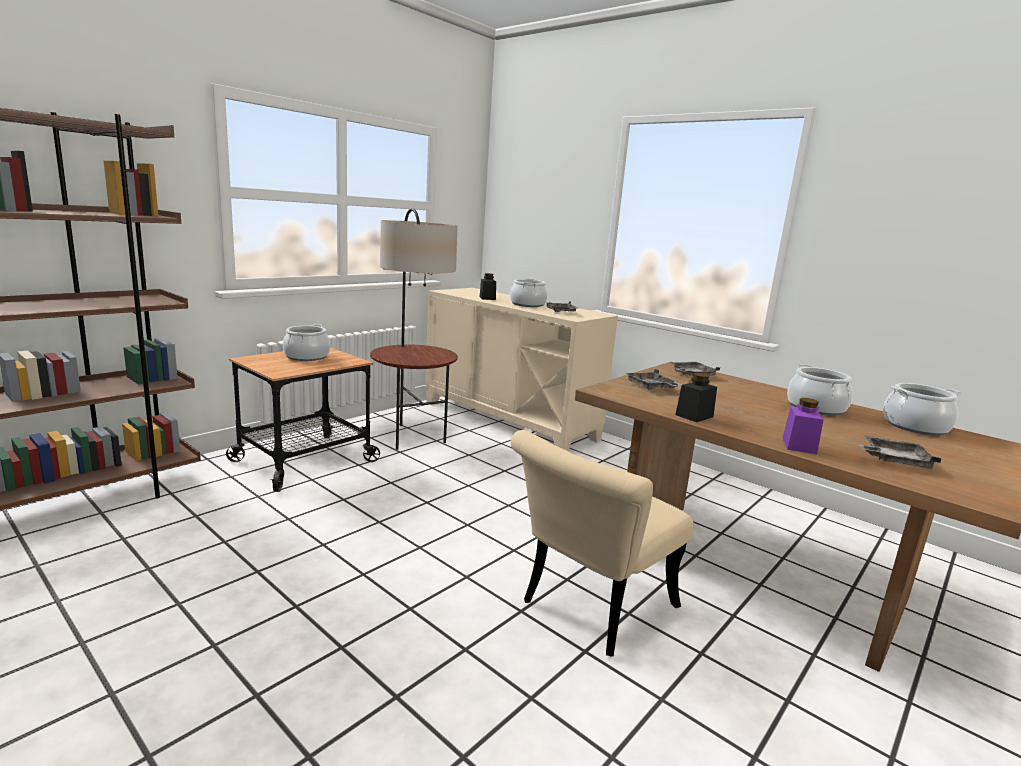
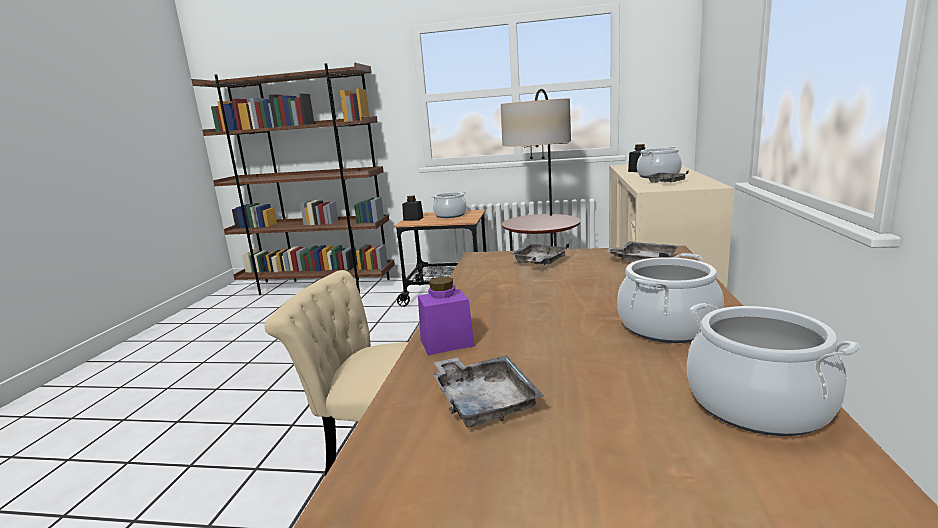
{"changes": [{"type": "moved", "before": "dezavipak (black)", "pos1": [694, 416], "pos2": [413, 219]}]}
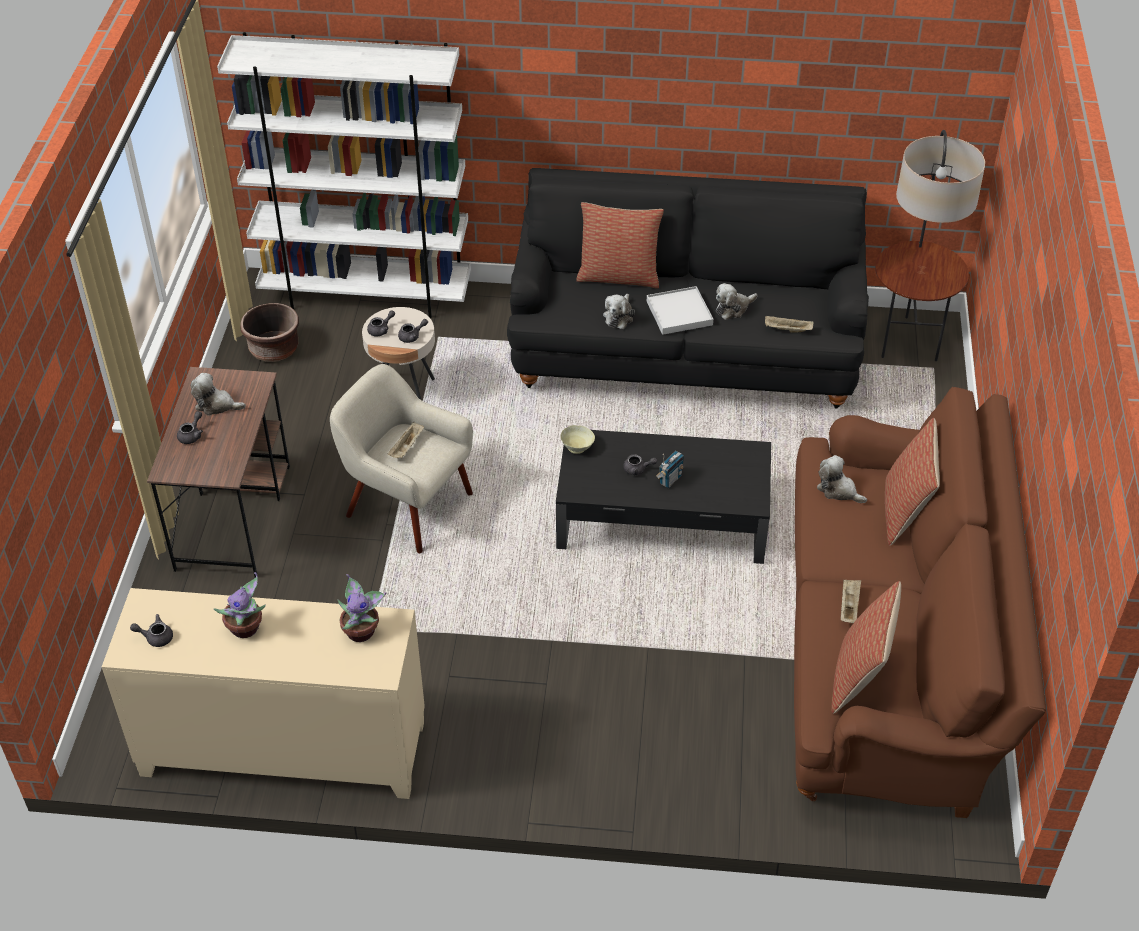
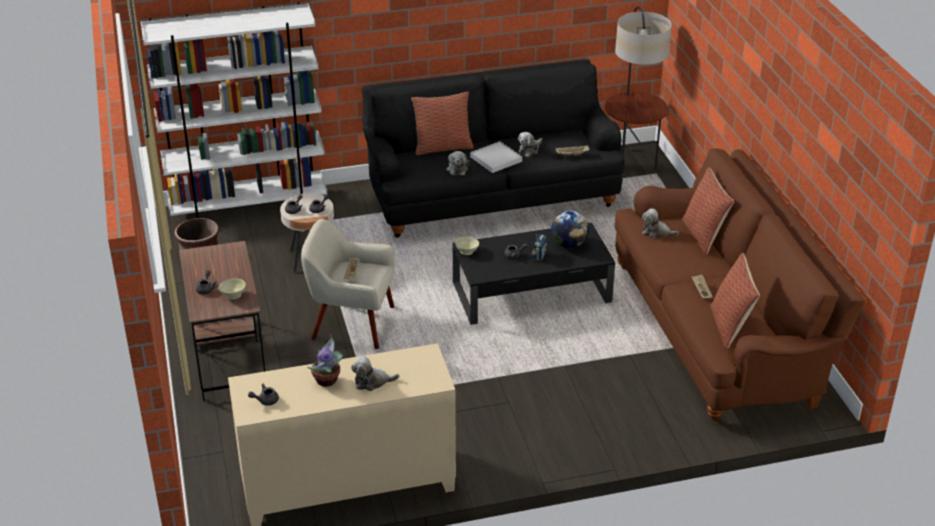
{"changes": [{"type": "moved", "before": "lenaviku", "pos1": [216, 405], "pos2": [372, 382]}, {"type": "removed", "before": "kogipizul", "pos1": [362, 631]}, {"type": "added", "after": "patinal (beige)", "pos2": [233, 295]}, {"type": "added", "after": "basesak", "pos2": [569, 245]}]}
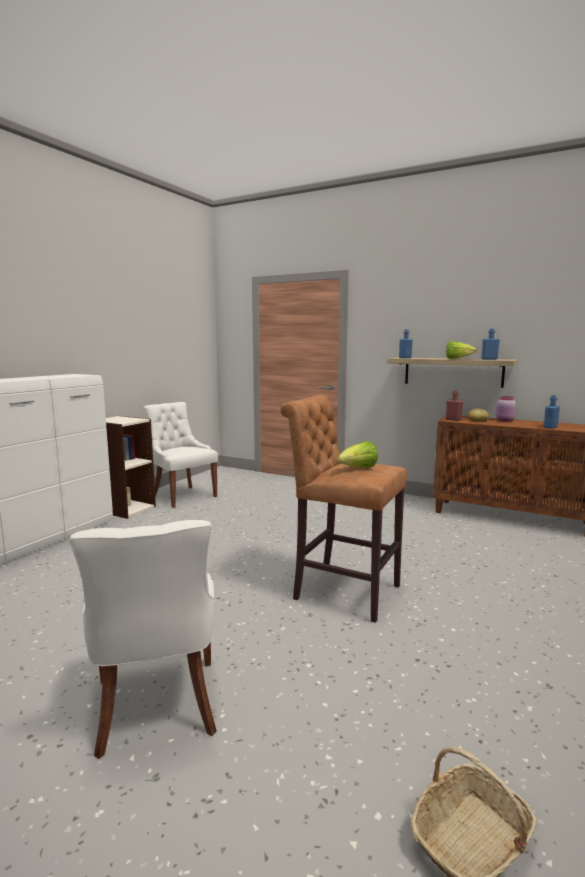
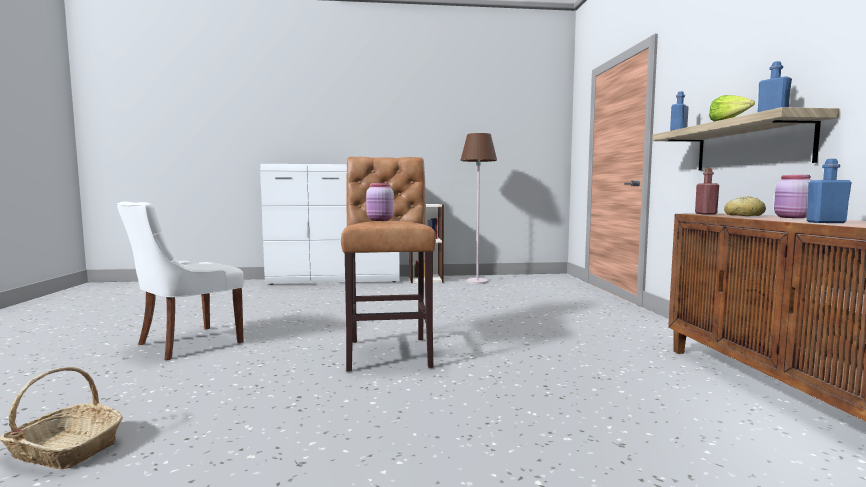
{"changes": [{"type": "replaced", "before": "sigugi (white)", "after": "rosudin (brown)", "pos1": [182, 496], "pos2": [477, 282]}, {"type": "replaced", "before": "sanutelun", "after": "dezavipak (pink)", "pos1": [358, 469], "pos2": [380, 220]}]}
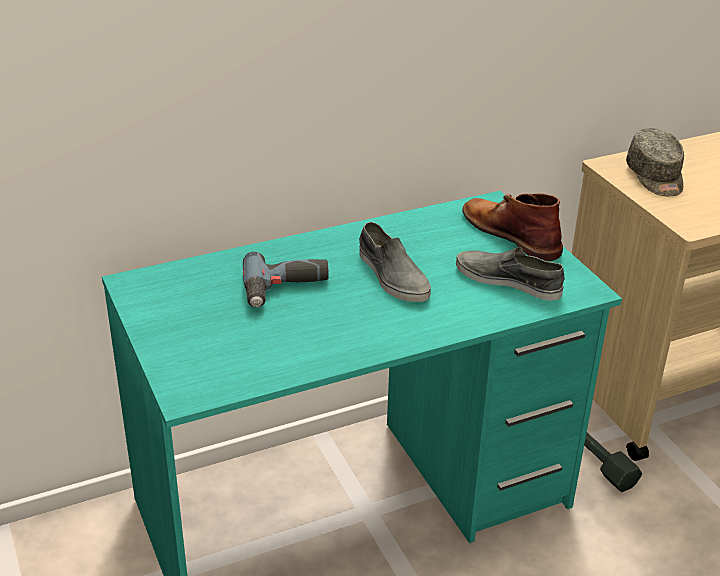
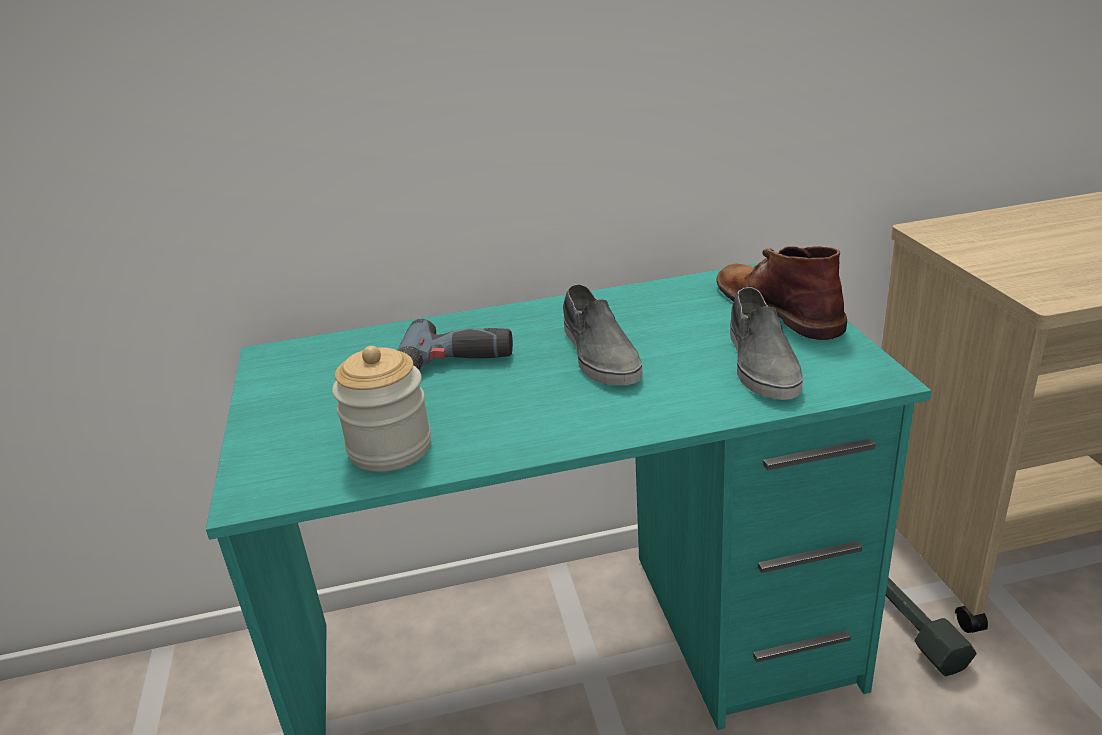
{"changes": [{"type": "turned", "before": "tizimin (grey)", "pos1": [508, 280], "pos2": [760, 363], "turn": -135}, {"type": "removed", "before": "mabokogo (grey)", "pos1": [655, 177]}, {"type": "added", "after": "dezavipak", "pos2": [390, 448]}]}
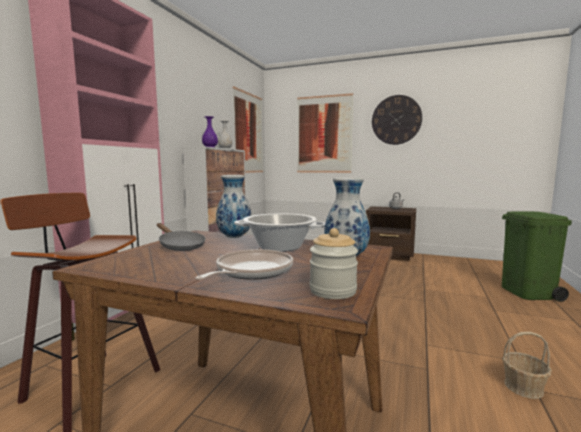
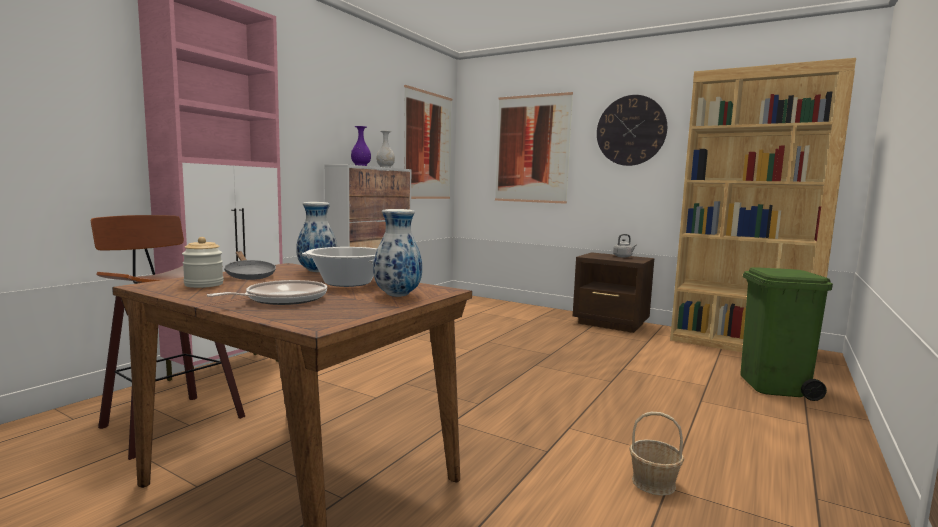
{"changes": [{"type": "moved", "before": "dezavipak", "pos1": [333, 291], "pos2": [204, 284]}, {"type": "added", "after": "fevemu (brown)", "pos2": [740, 345]}]}
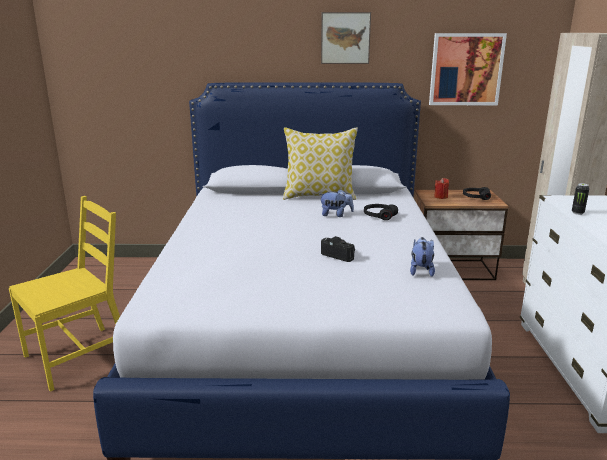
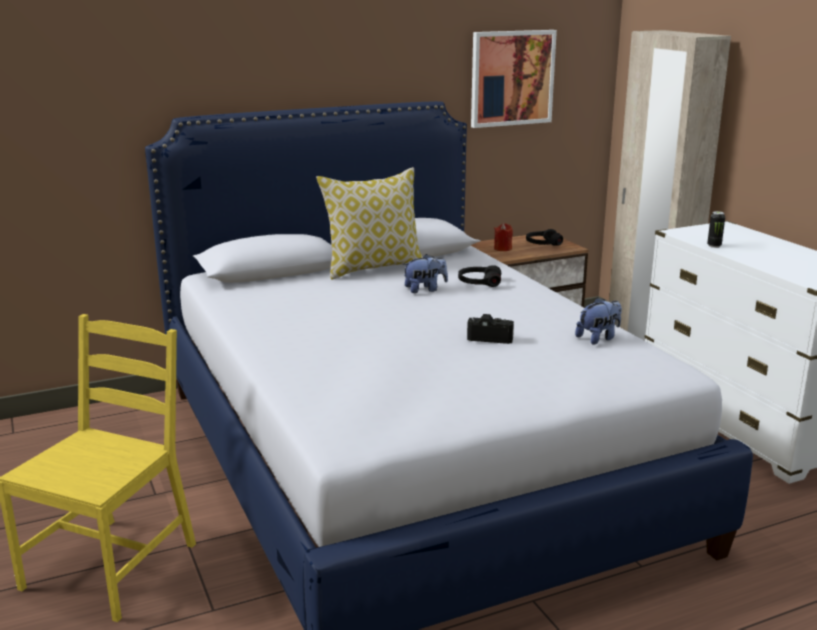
{"changes": [{"type": "removed", "before": "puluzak", "pos1": [345, 38]}, {"type": "turned", "before": "lenaviku", "pos1": [421, 270], "pos2": [598, 338], "turn": 75}]}
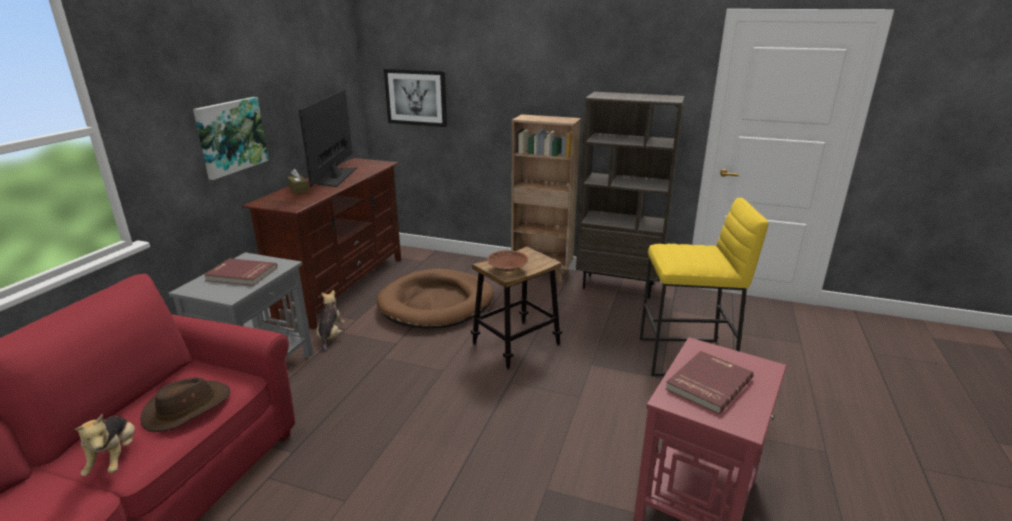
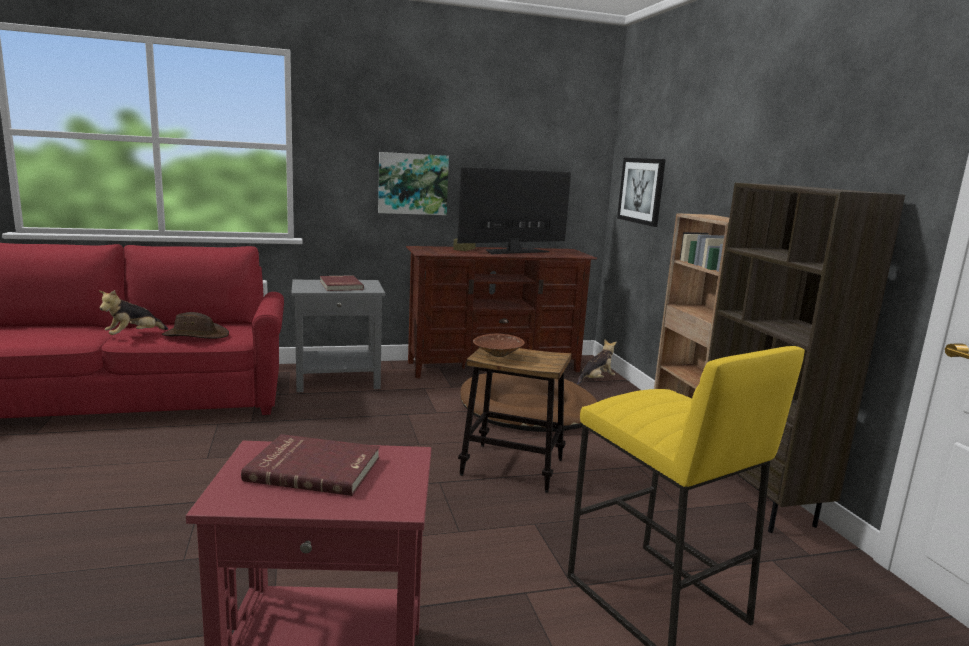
{"changes": [{"type": "moved", "before": "lenaviku", "pos1": [331, 336], "pos2": [596, 380]}]}
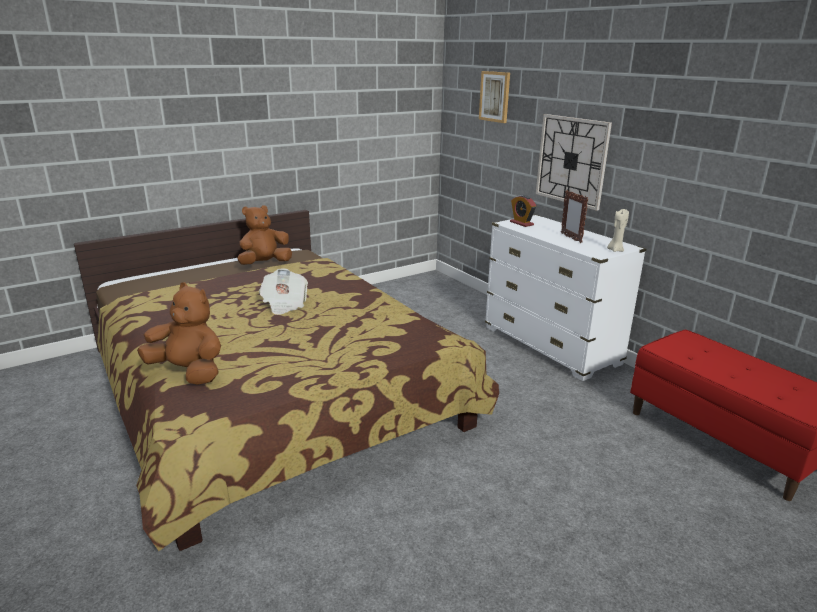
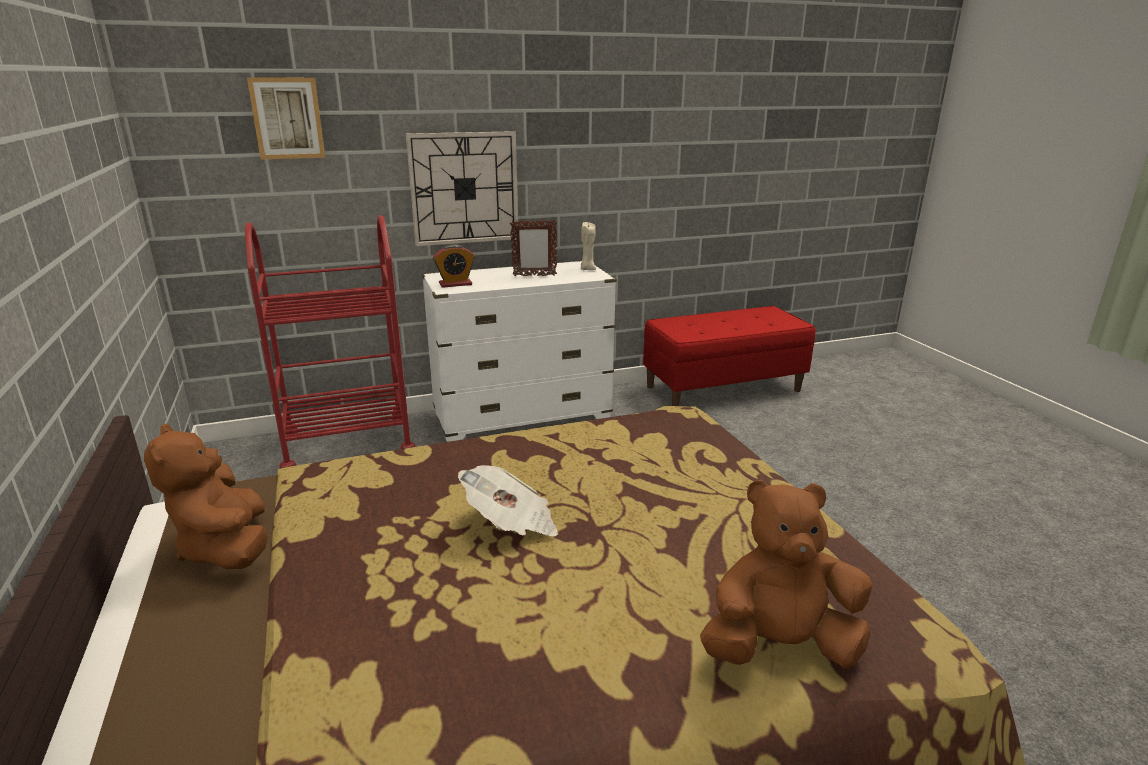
{"changes": [{"type": "turned", "before": "lenaviku (brown)", "pos1": [189, 372], "pos2": [779, 646], "turn": 45}, {"type": "added", "after": "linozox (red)", "pos2": [348, 446]}]}
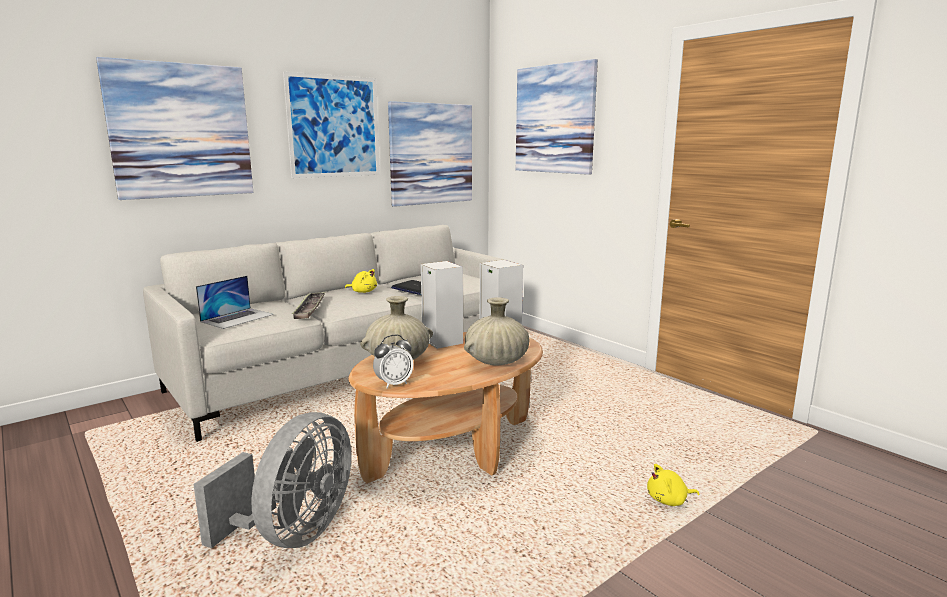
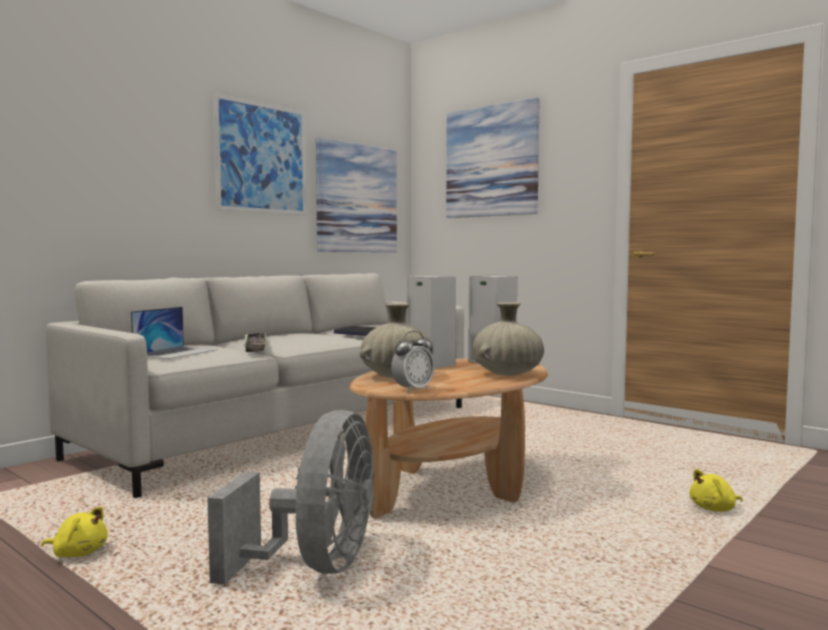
{"changes": [{"type": "removed", "before": "puluzak", "pos1": [181, 131]}, {"type": "moved", "before": "lenaviku (yellow)", "pos1": [363, 291], "pos2": [78, 553]}]}
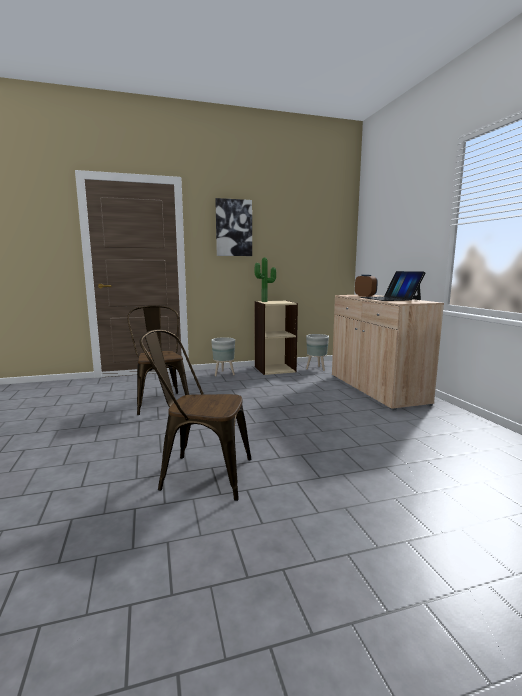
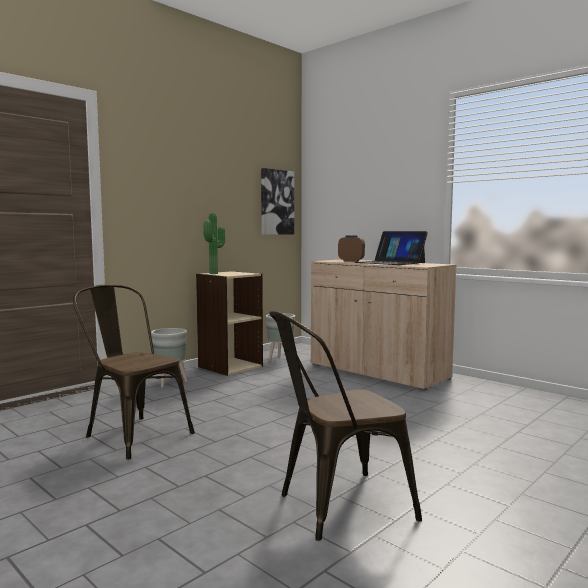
{"changes": [{"type": "moved", "before": "puluzak", "pos1": [233, 228], "pos2": [276, 202]}]}
